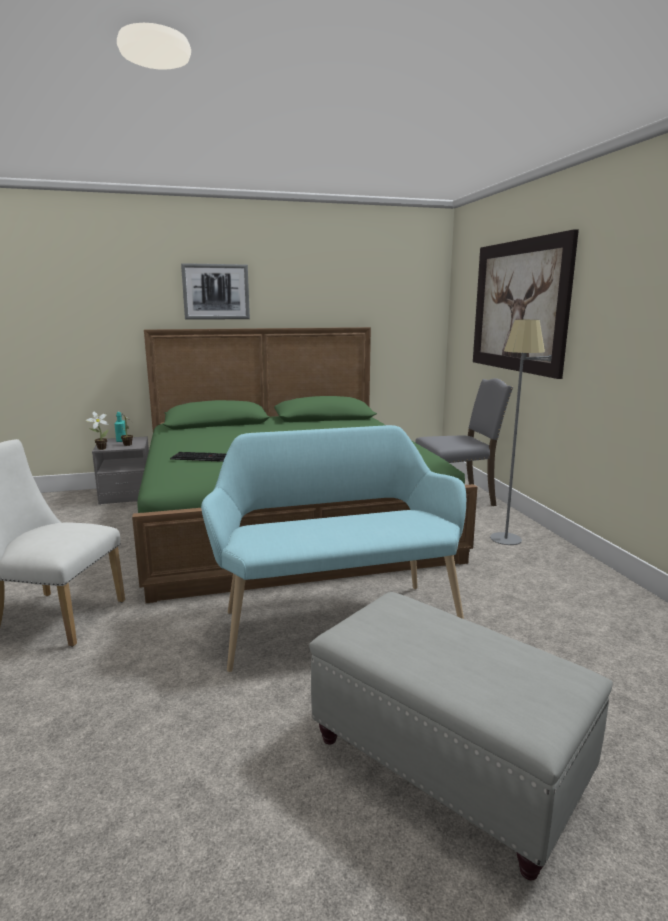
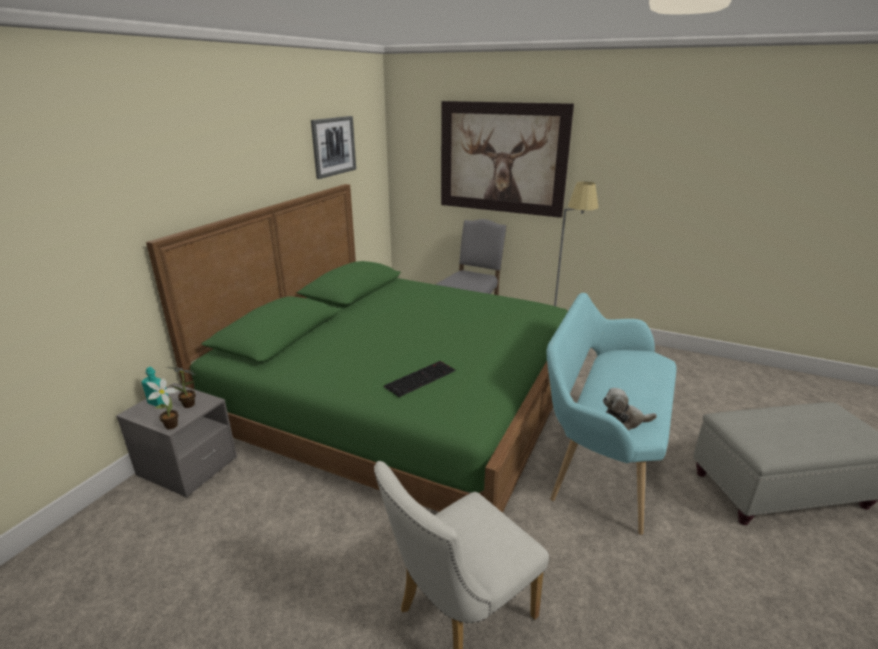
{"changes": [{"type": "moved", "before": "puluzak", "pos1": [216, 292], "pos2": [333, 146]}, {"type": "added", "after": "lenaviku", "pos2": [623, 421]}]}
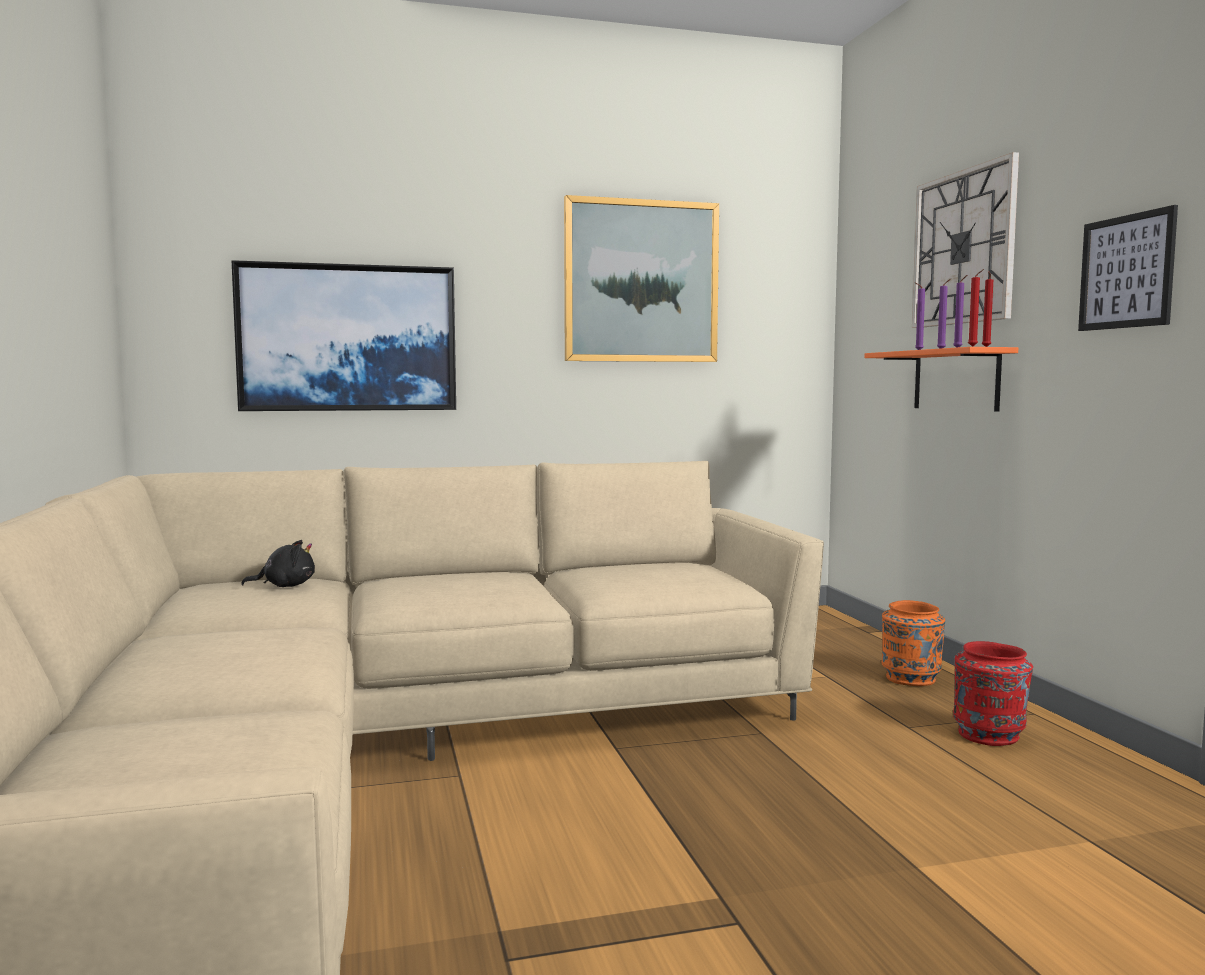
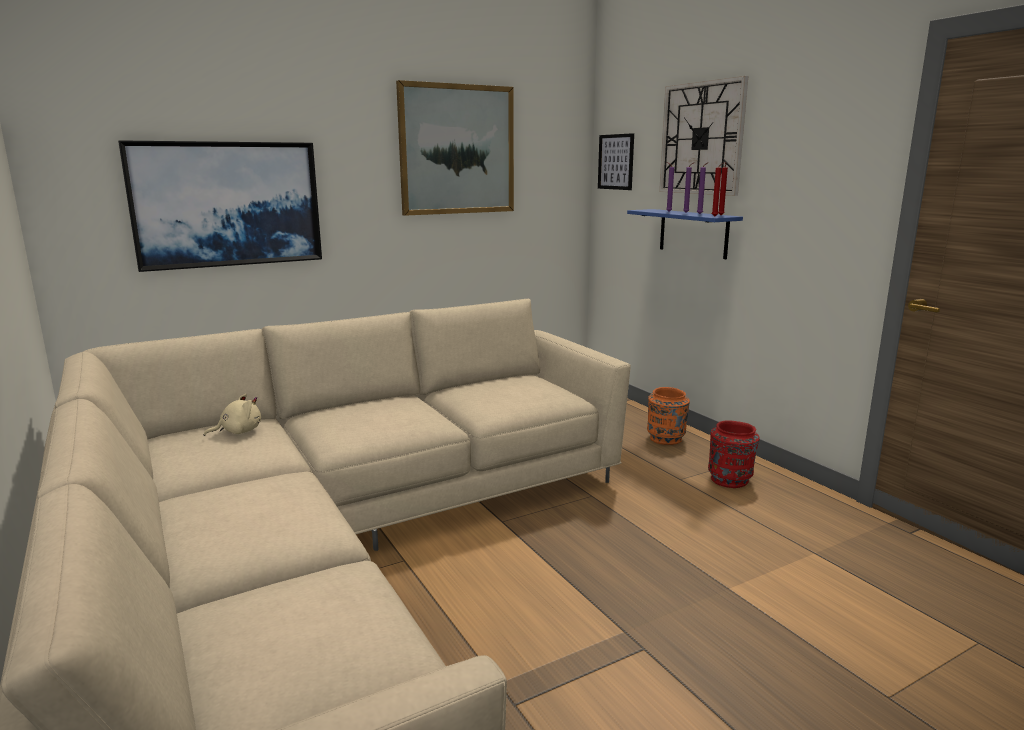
{"changes": [{"type": "recoloured", "before": "lenaviku (black)", "after": "lenaviku (beige)", "pos1": [285, 586], "pos2": [238, 432]}, {"type": "recoloured", "before": "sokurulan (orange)", "after": "sokurulan (blue)", "pos1": [956, 380], "pos2": [693, 233]}, {"type": "moved", "before": "puluzak", "pos1": [1126, 272], "pos2": [616, 162]}]}
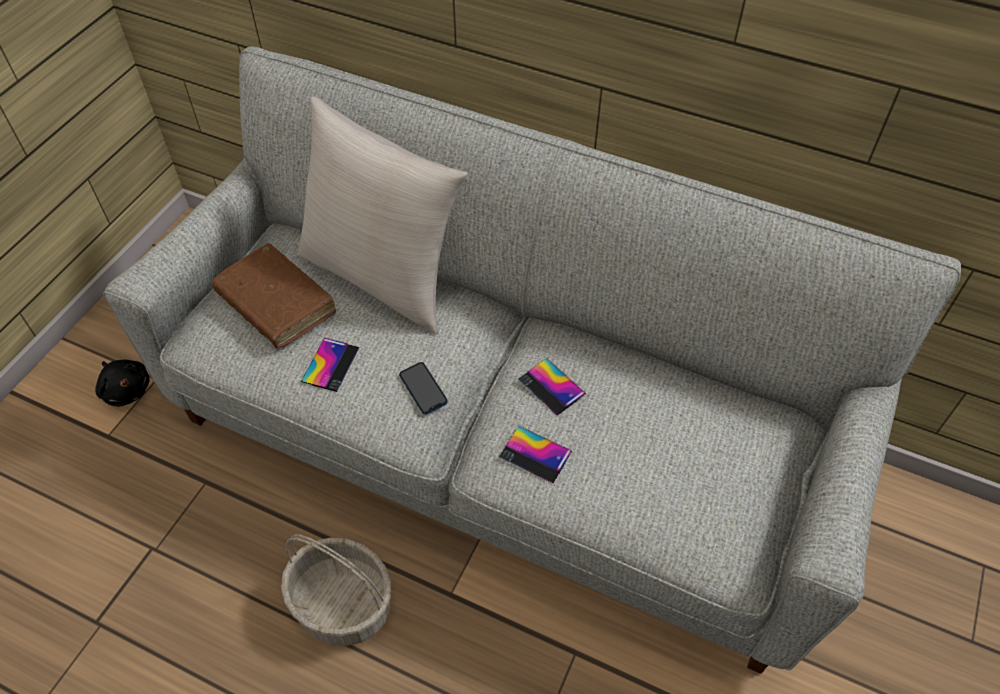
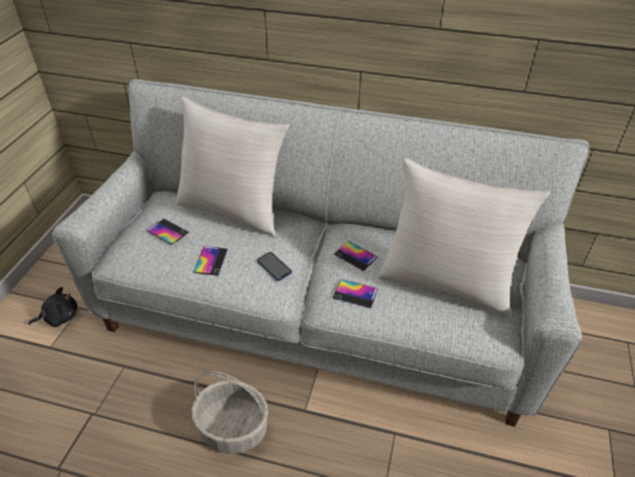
{"changes": [{"type": "turned", "before": "lenaviku (black)", "pos1": [126, 389], "pos2": [59, 317], "turn": -60}, {"type": "replaced", "before": "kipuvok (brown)", "after": "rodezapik", "pos1": [276, 304], "pos2": [167, 231]}, {"type": "added", "after": "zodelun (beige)", "pos2": [446, 282]}]}
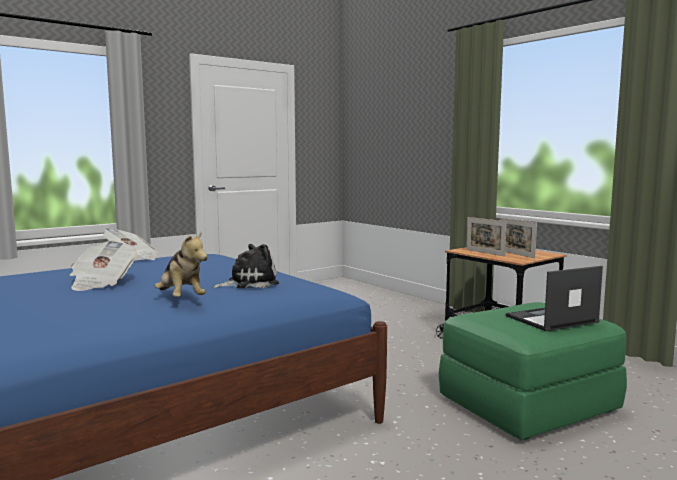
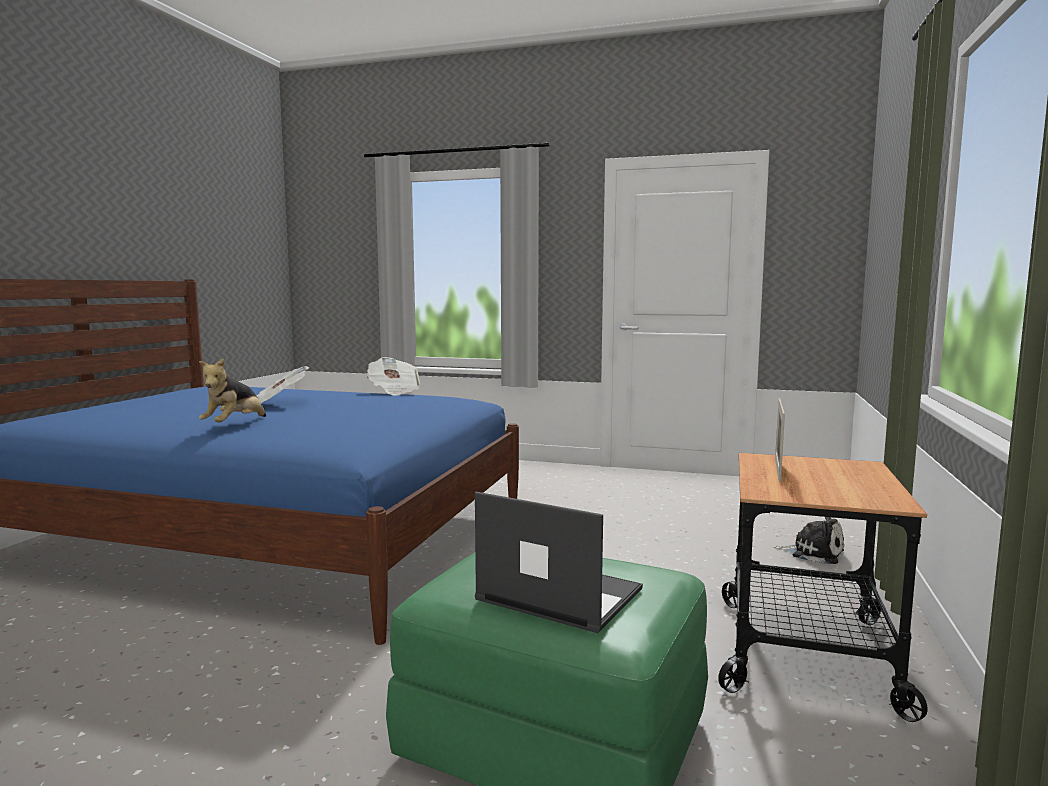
{"changes": [{"type": "moved", "before": "lenaviku", "pos1": [249, 283], "pos2": [813, 553]}, {"type": "removed", "before": "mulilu", "pos1": [516, 254]}]}
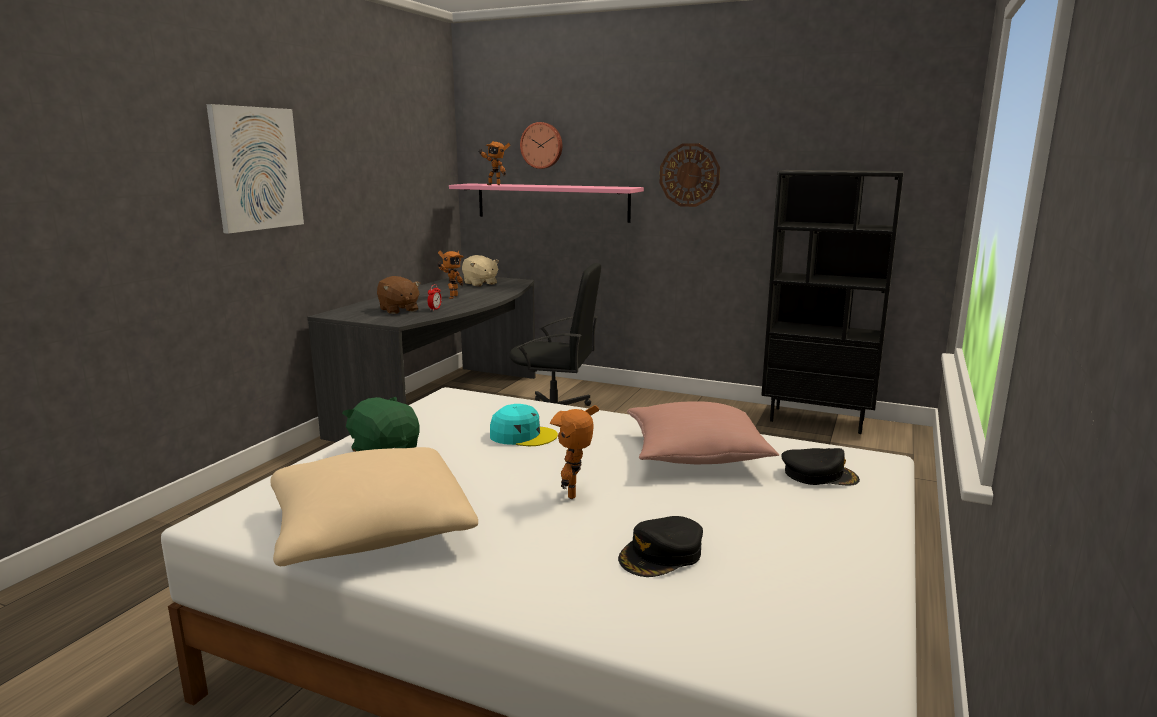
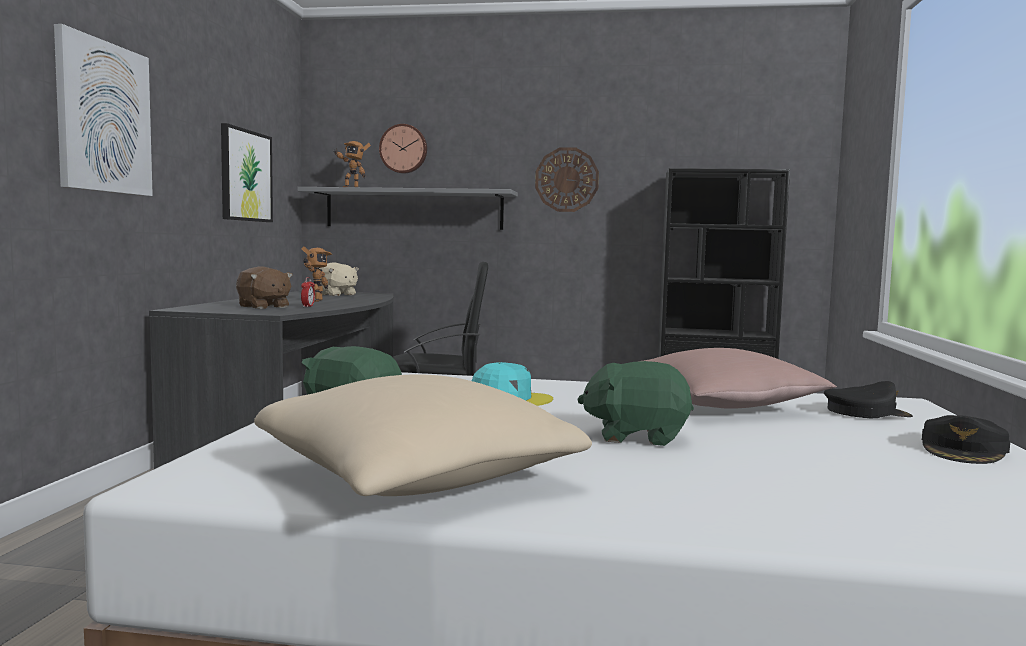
{"changes": [{"type": "recoloured", "before": "sokurulan (pink)", "after": "sokurulan (grey)", "pos1": [552, 202], "pos2": [414, 209]}, {"type": "replaced", "before": "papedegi", "after": "lenaviku (green)", "pos1": [576, 493], "pos2": [636, 436]}, {"type": "moved", "before": "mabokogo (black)", "pos1": [662, 555], "pos2": [964, 450]}, {"type": "added", "after": "puluzak", "pos2": [245, 175]}]}
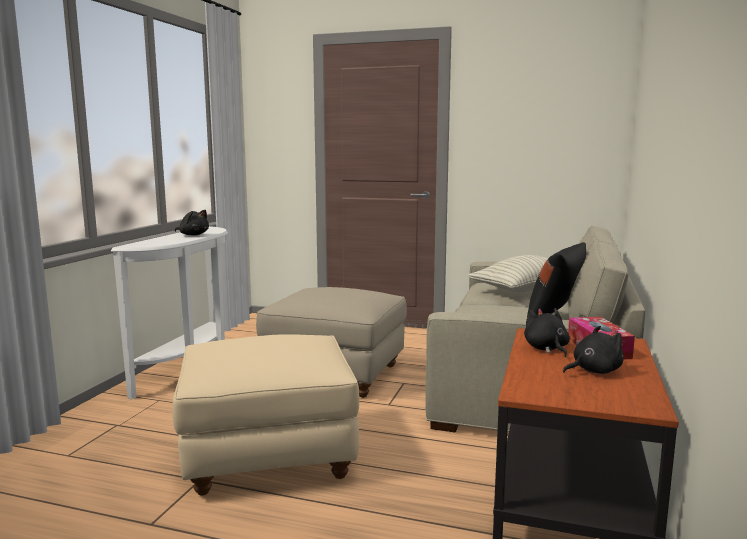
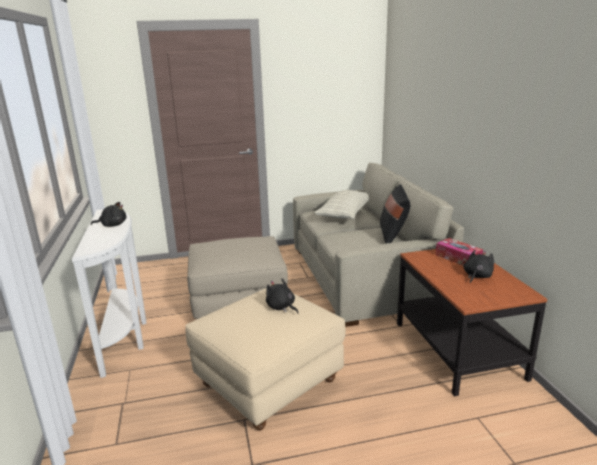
{"changes": [{"type": "moved", "before": "lenaviku (black)", "pos1": [546, 349], "pos2": [281, 307]}]}
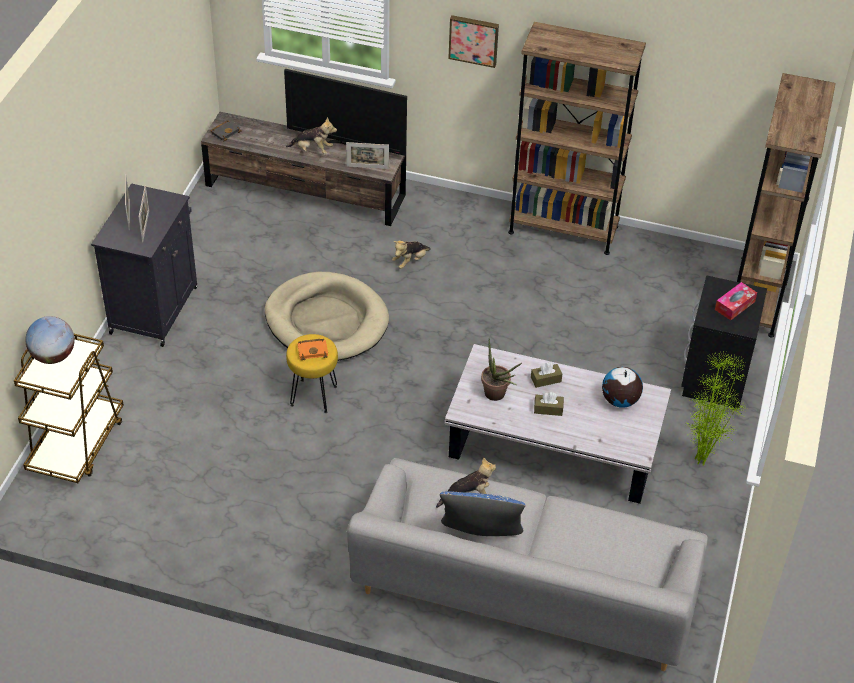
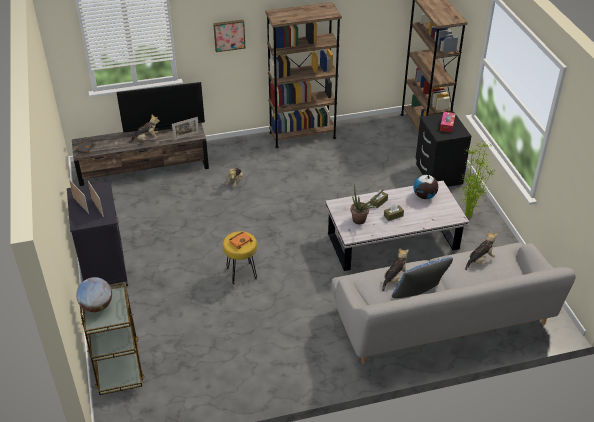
{"changes": [{"type": "removed", "before": "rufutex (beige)", "pos1": [326, 321]}, {"type": "added", "after": "lenaviku", "pos2": [480, 260]}]}
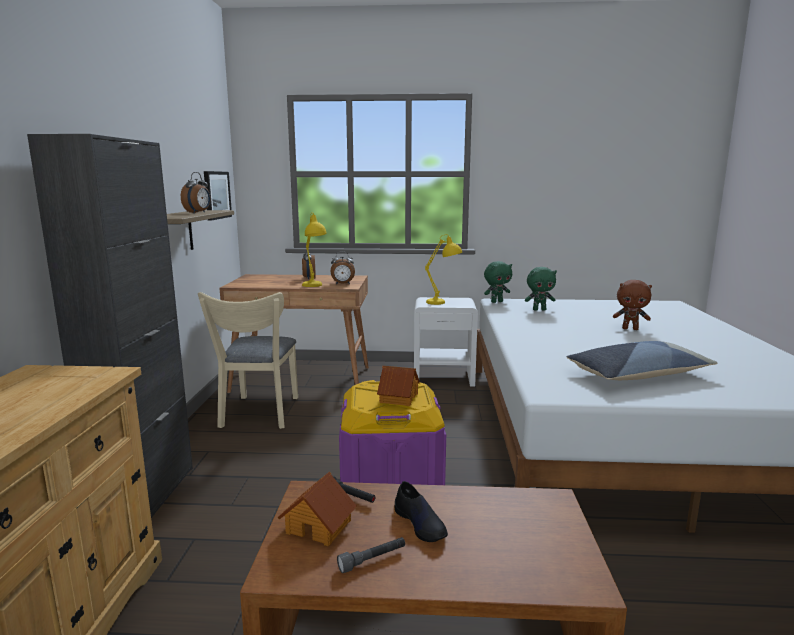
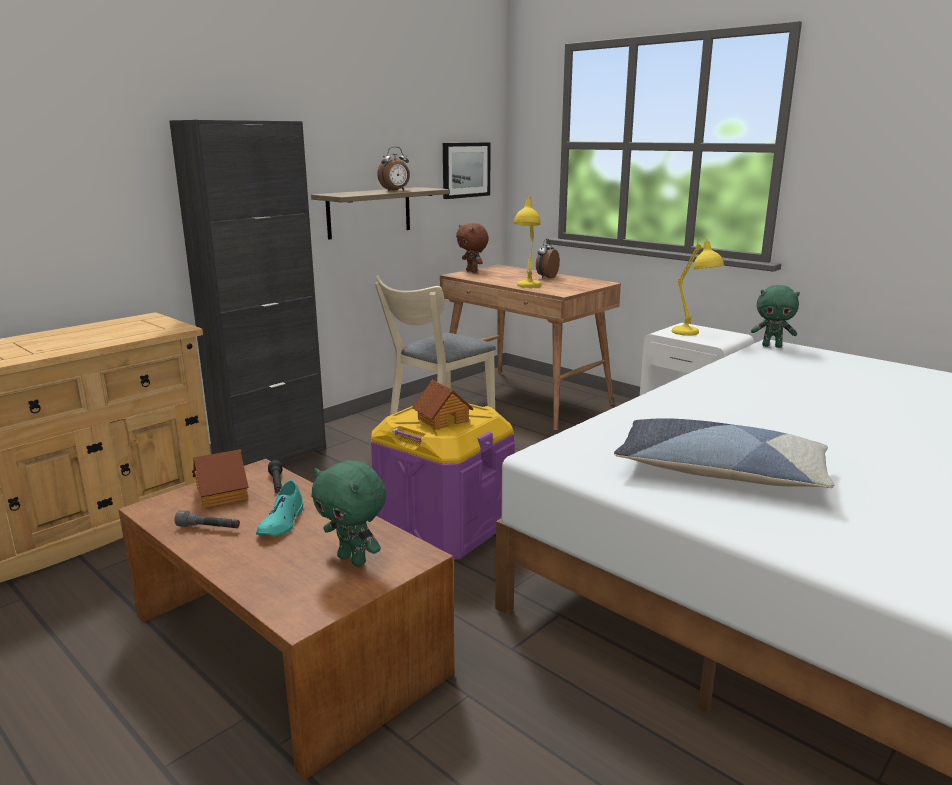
{"changes": [{"type": "removed", "before": "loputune", "pos1": [342, 284]}, {"type": "recoloured", "before": "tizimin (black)", "after": "tizimin (turquoise)", "pos1": [420, 524], "pos2": [282, 522]}, {"type": "moved", "before": "lenaviku (green)", "pos1": [539, 310], "pos2": [353, 559]}, {"type": "moved", "before": "lenaviku (brown)", "pos1": [630, 329], "pos2": [472, 271]}]}
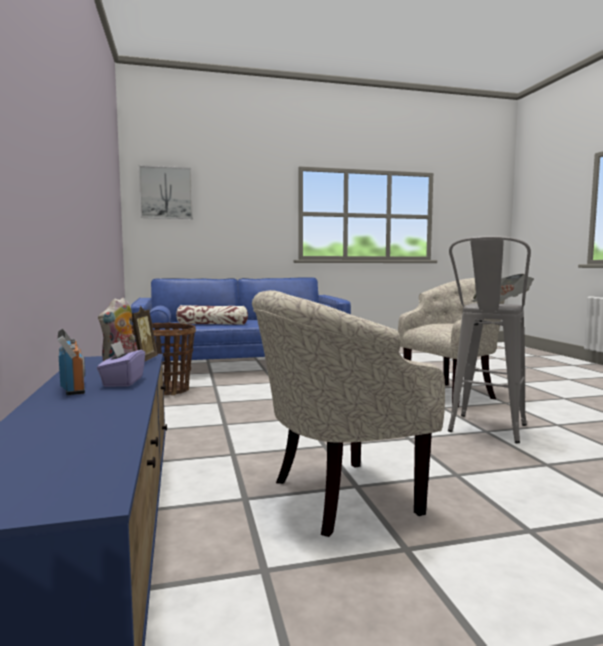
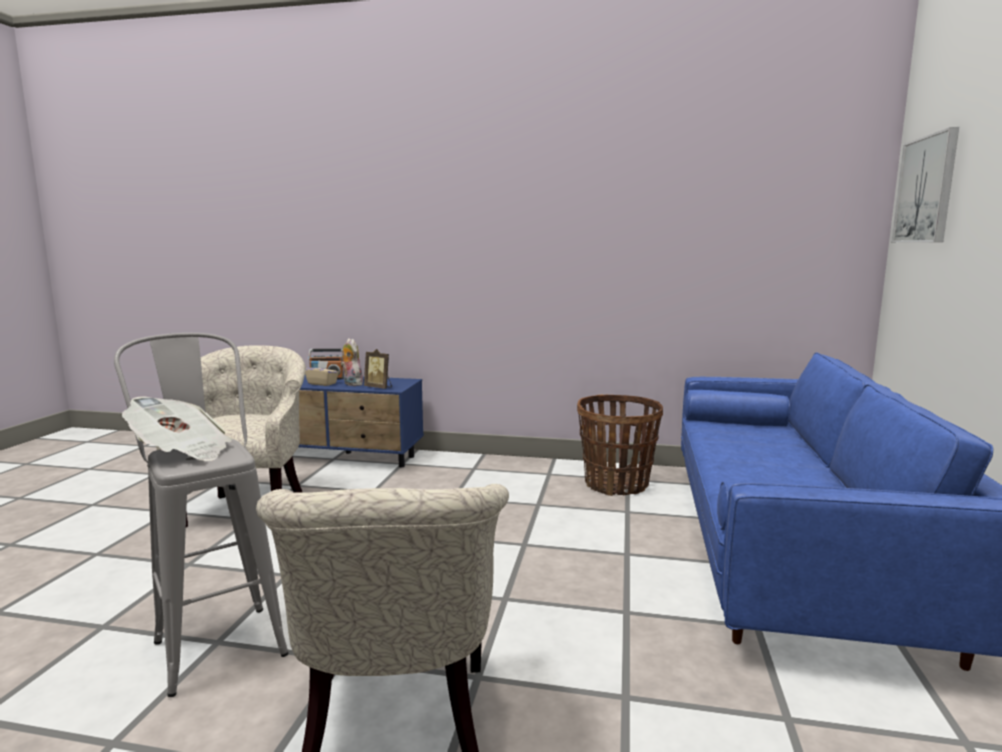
{"changes": [{"type": "recoloured", "before": "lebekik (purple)", "after": "lebekik (beige)", "pos1": [122, 382], "pos2": [322, 383]}, {"type": "removed", "before": "zodelun", "pos1": [212, 324]}]}
